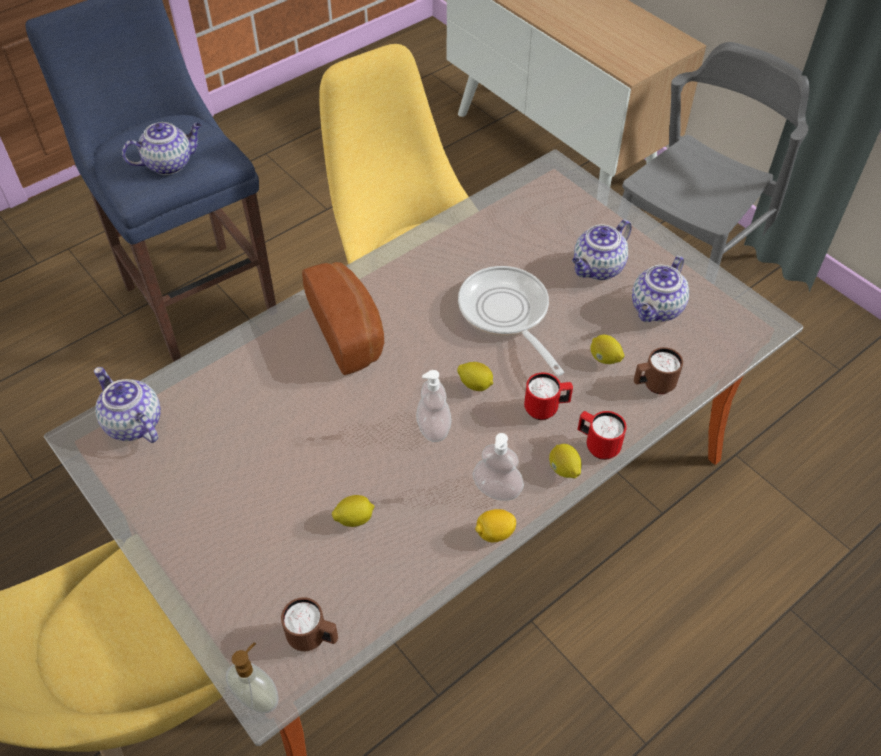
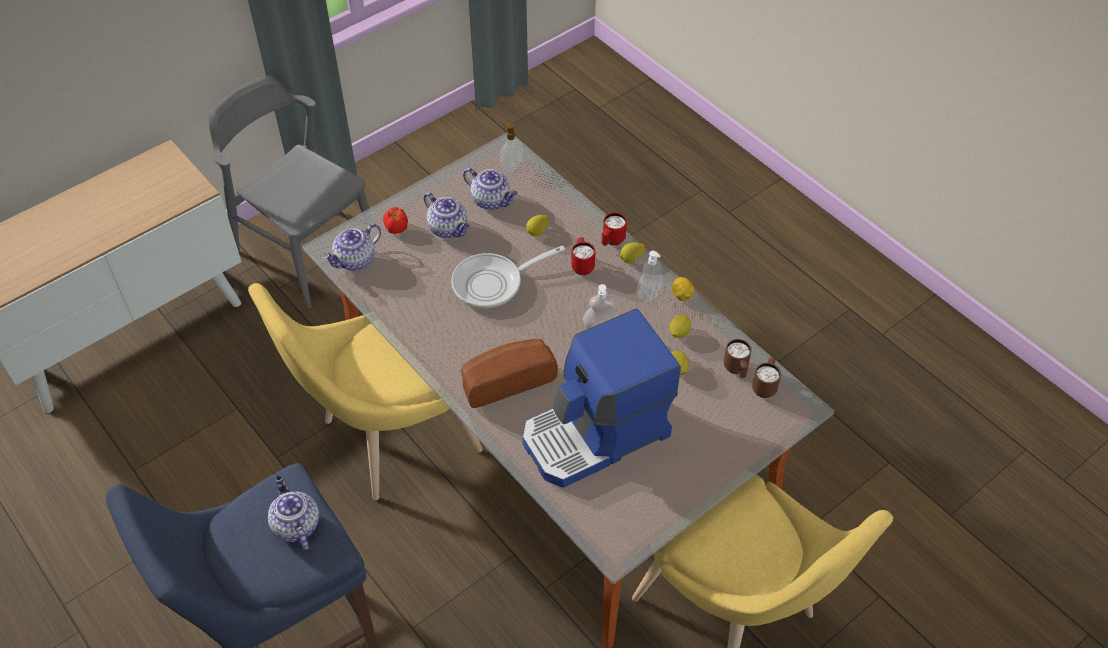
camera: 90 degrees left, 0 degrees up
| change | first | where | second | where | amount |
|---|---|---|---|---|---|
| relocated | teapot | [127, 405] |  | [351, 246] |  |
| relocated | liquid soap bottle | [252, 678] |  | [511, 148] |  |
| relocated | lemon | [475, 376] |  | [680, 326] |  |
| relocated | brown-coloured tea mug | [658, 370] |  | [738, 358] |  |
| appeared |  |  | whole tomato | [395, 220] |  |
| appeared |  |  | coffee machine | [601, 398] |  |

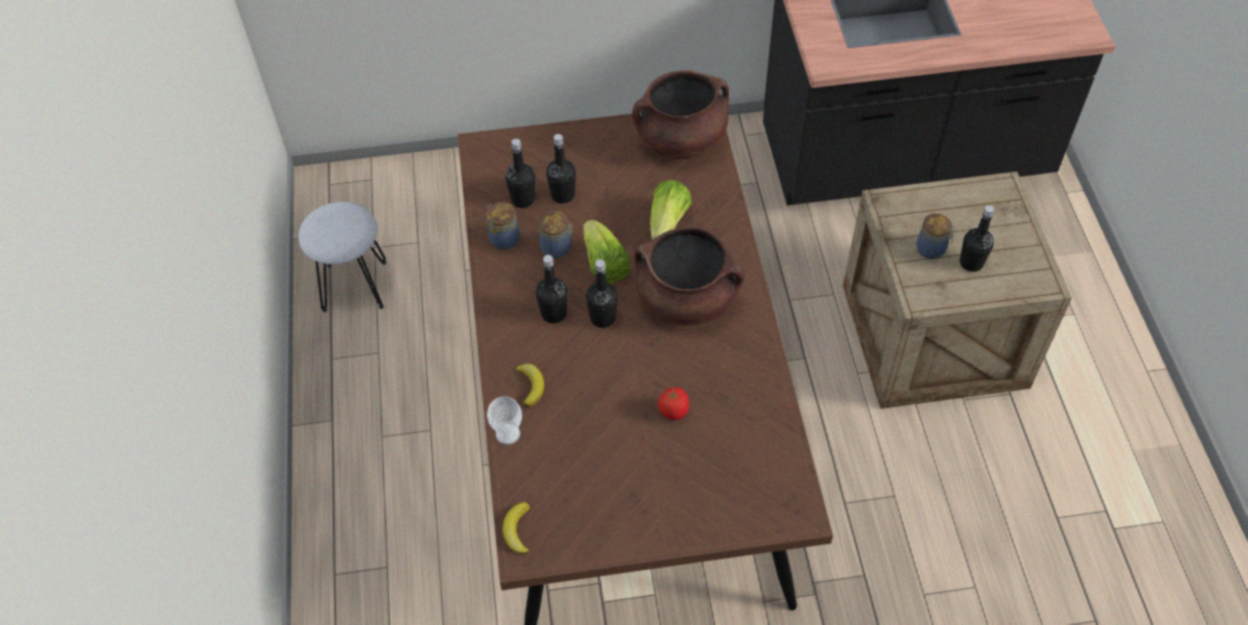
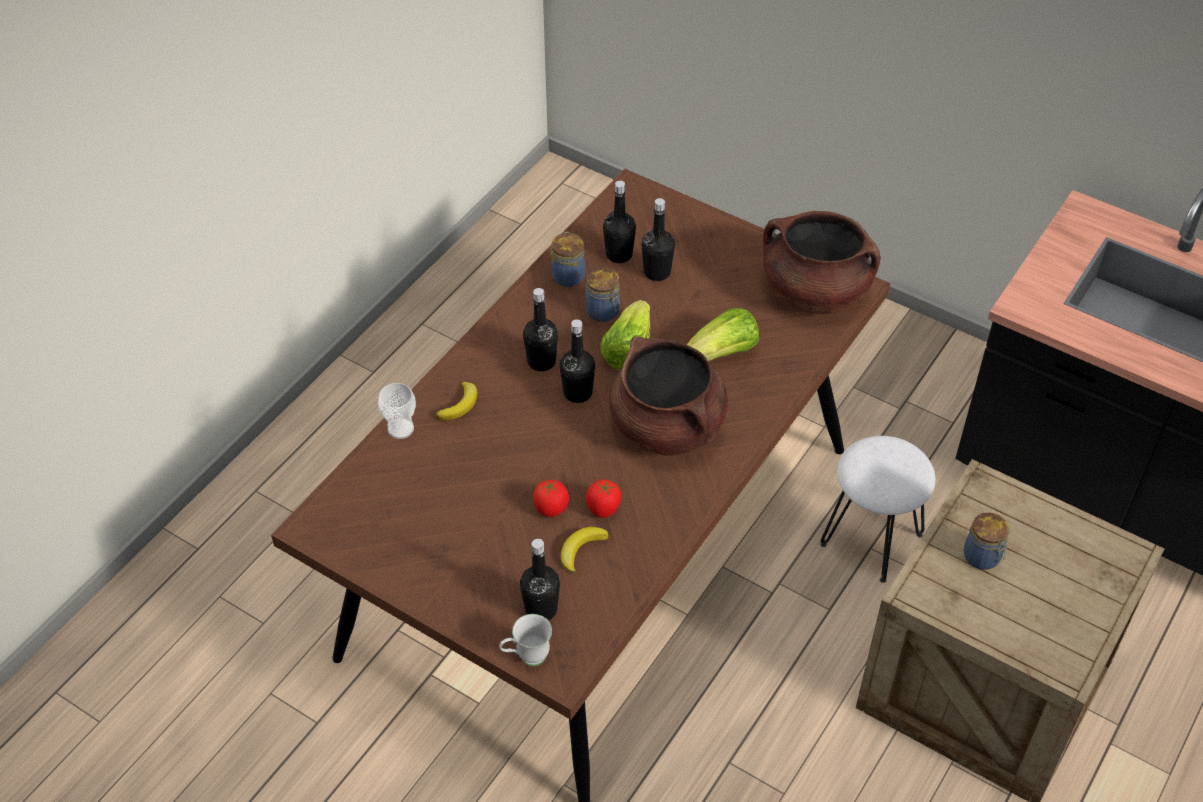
camera: 40 degrees right, 5 degrees down
| change | first | where | second | where | amount |
|---|---|---|---|---|---|
| relocated | white-coloured sitting stool | [342, 257] |  | [877, 509] |  |
| relocated | banana | [516, 528] |  | [585, 550] |  |
| relocated | black-coloured beverage bottle | [977, 238] |  | [540, 579] |  |
| appeared |  |  | white-coloured tea mug | [525, 640] |  |
| appeared |  |  | whole tomato | [603, 498] |  |

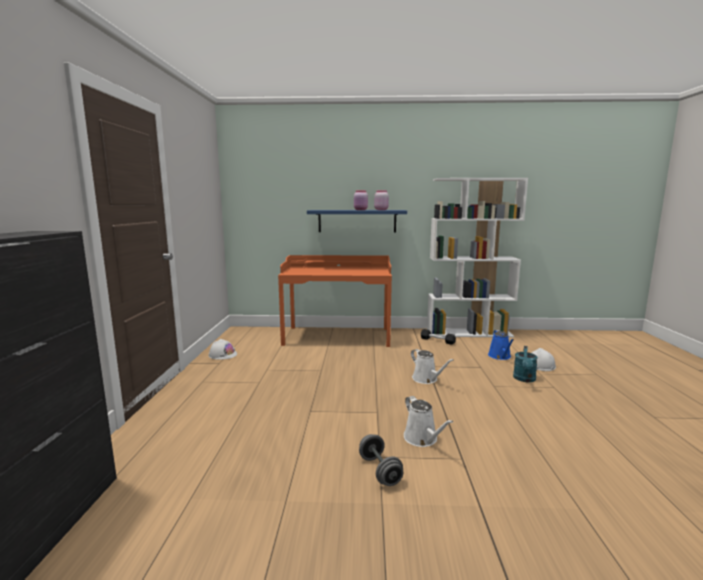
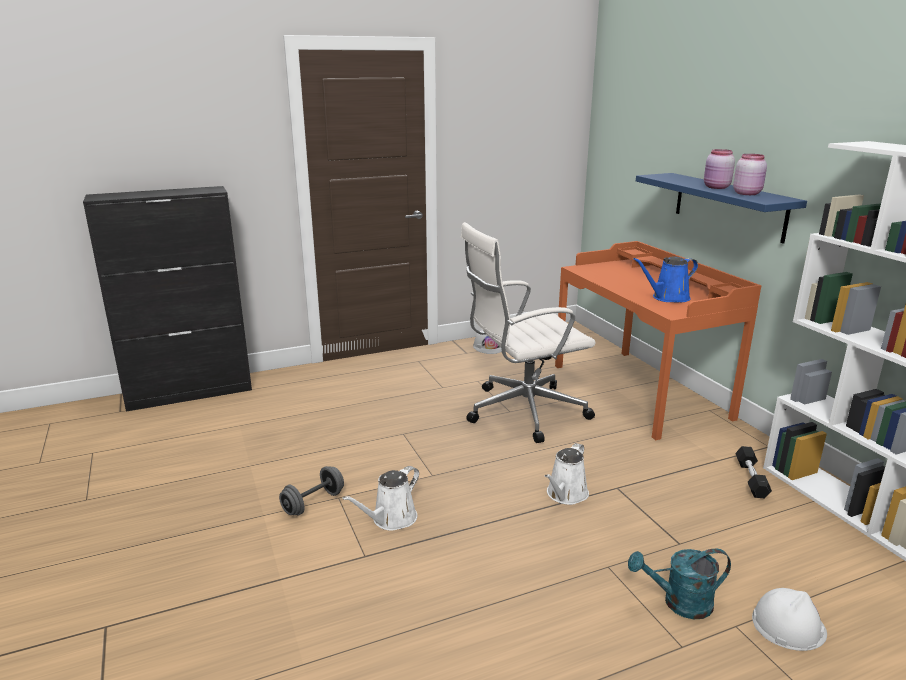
camera: 65 degrees right, 10 degrees up
| change | first | where | second | where | amount |
|---|---|---|---|---|---|
| relocated | blue-coloured watering can | [501, 345] |  | [666, 279] |  |
| appeared |  |  | white-coloured office chair | [528, 332] |  |

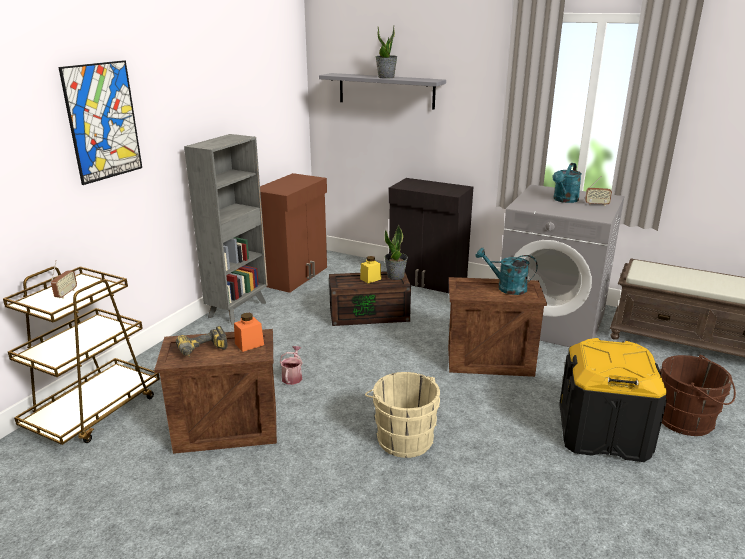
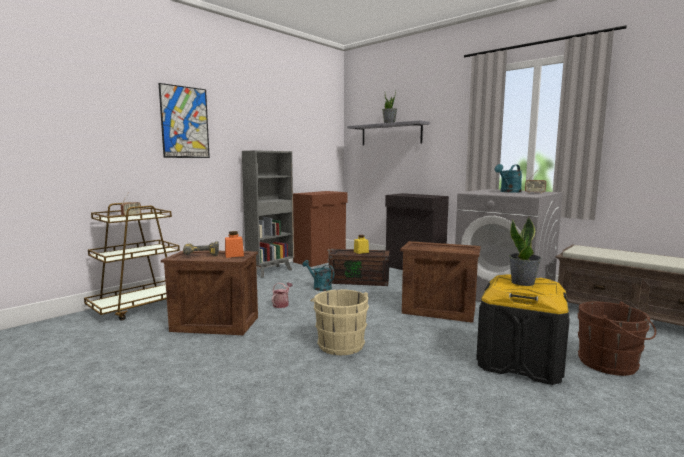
camera: 15 degrees right, 15 degrees down
| change | first | where | second | where | amount |
|---|---|---|---|---|---|
| relocated | plant in a pot | [396, 252] |  | [525, 251] |  |
| relocated | turquoise-coloured watering can | [507, 271] |  | [318, 275] |  |

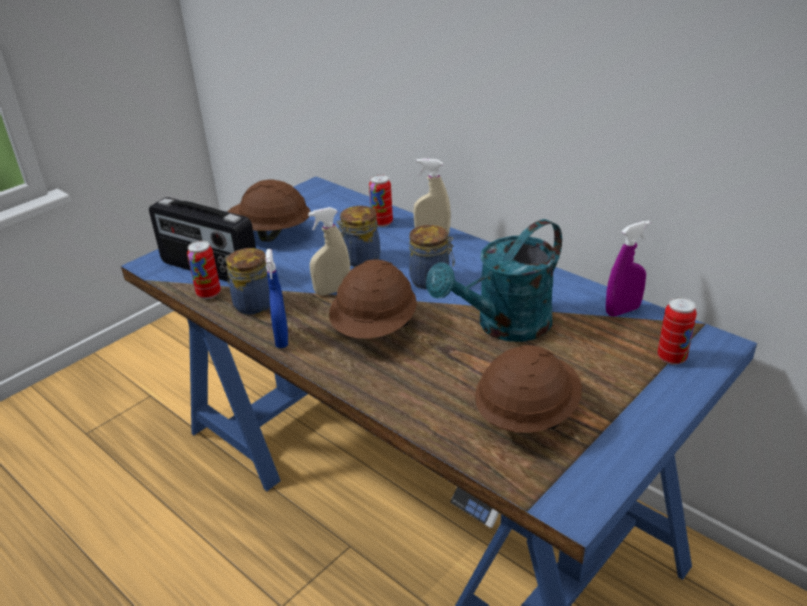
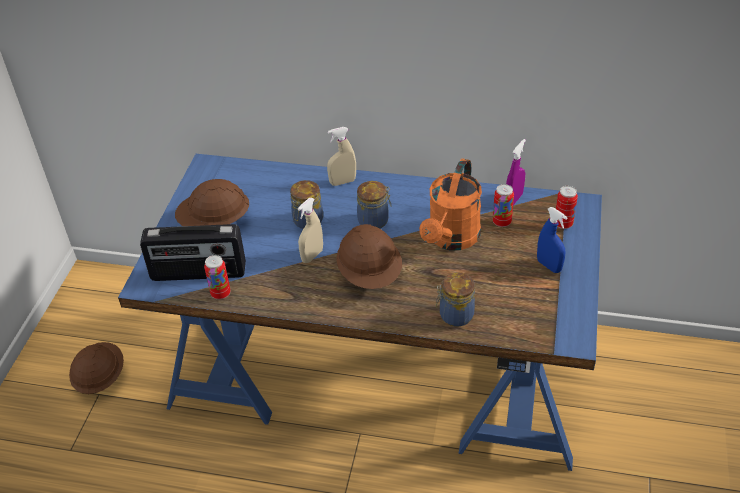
camera: 30 degrees left, 10 degrees up
| change | first | where | second | where | amount |
|---|---|---|---|---|---|
| relocated | jar | [247, 281] |  | [455, 299] |  |
| relocated | blue-coloured spray bottle | [277, 298] |  | [552, 240] |  |
| relocated | metal can | [381, 200] |  | [503, 205] |  |
| colour | turquoise-coloured watering can | [494, 280] | orange watering can | [450, 204] |  |
| relocated | brown-coloured safety helmet | [528, 389] |  | [96, 368] |  |

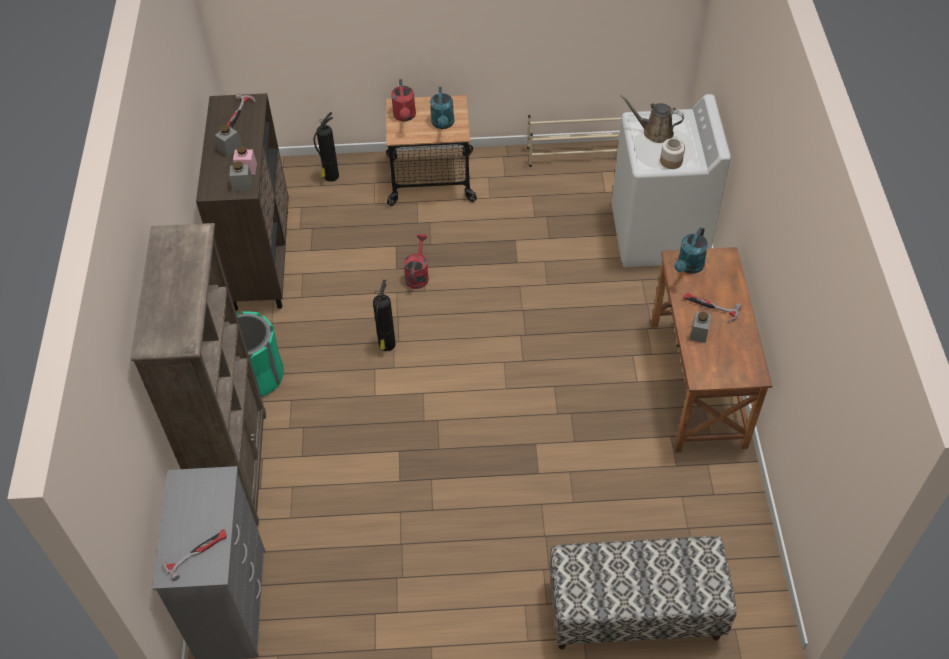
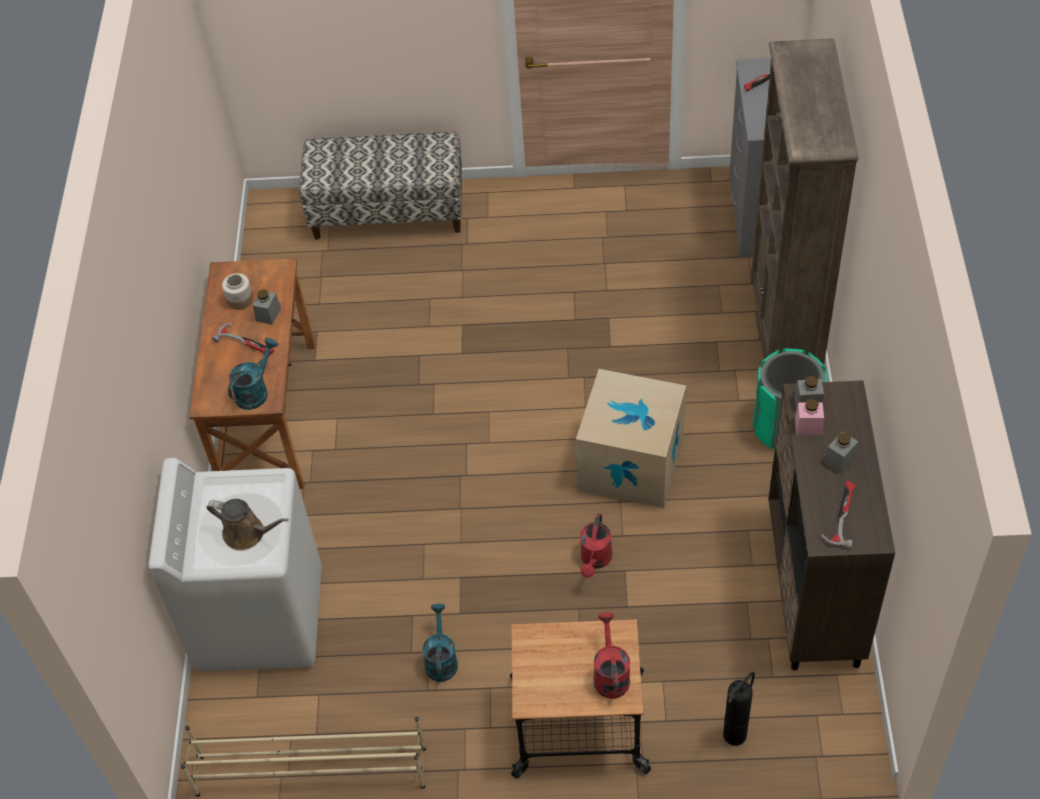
camera: 175 degrees left, 0 degrees up
| change | first | where | second | where | amount |
|---|---|---|---|---|---|
| exchanged | fire-fighting cylinder | [384, 315] | packing box | [631, 438] |  |
| relocated | turquoise-coloured watering can | [442, 108] |  | [440, 643] |  |
| relocated | jar | [672, 153] |  | [237, 291] |  |

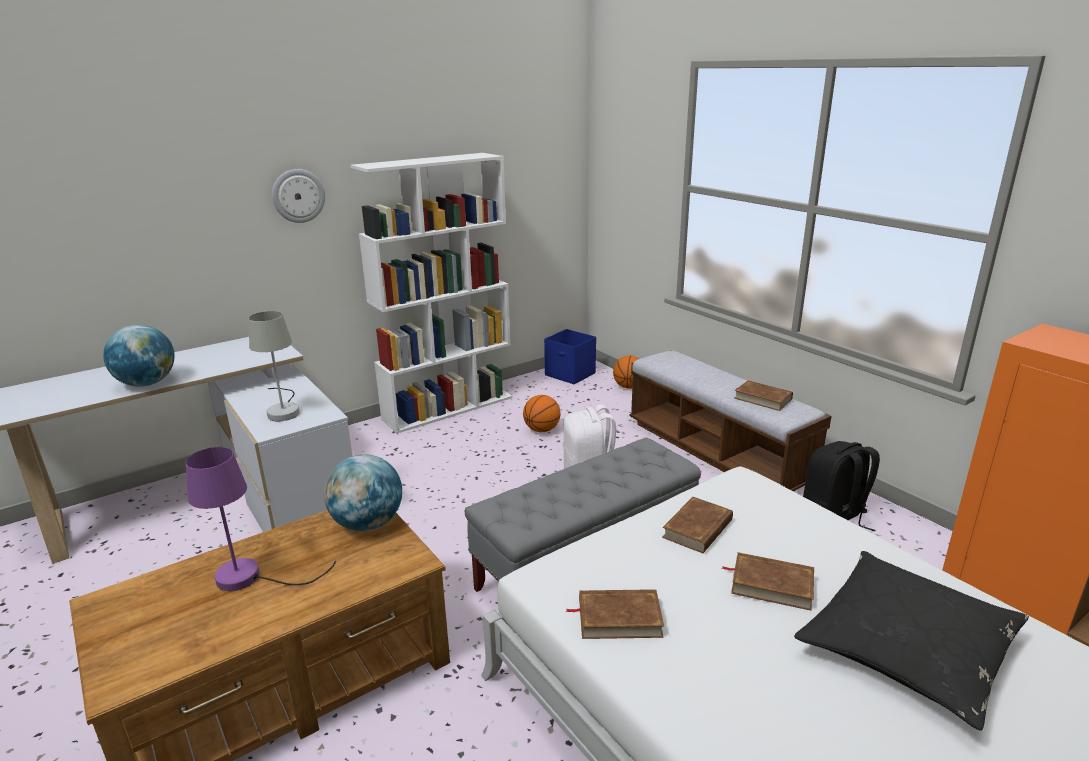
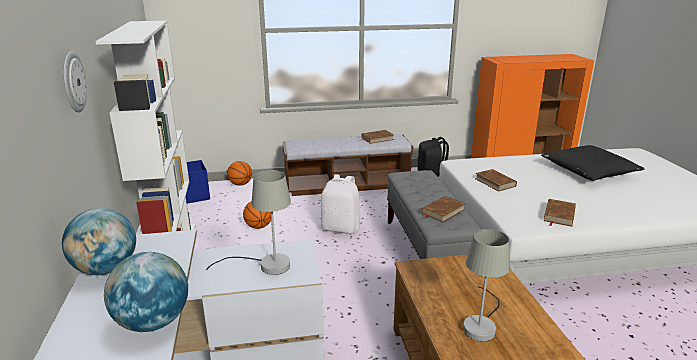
camera: 65 degrees left, 0 degrees up
| change | first | where | second | where | amount |
|---|---|---|---|---|---|
| colour | purple-coloured lamp for a table | [261, 519] | grey lamp for a table | [486, 285] |  |
| relocated | globe | [363, 492] |  | [99, 241] |  |
| relocated | brown-coloured book | [768, 581] |  | [444, 209] |  |

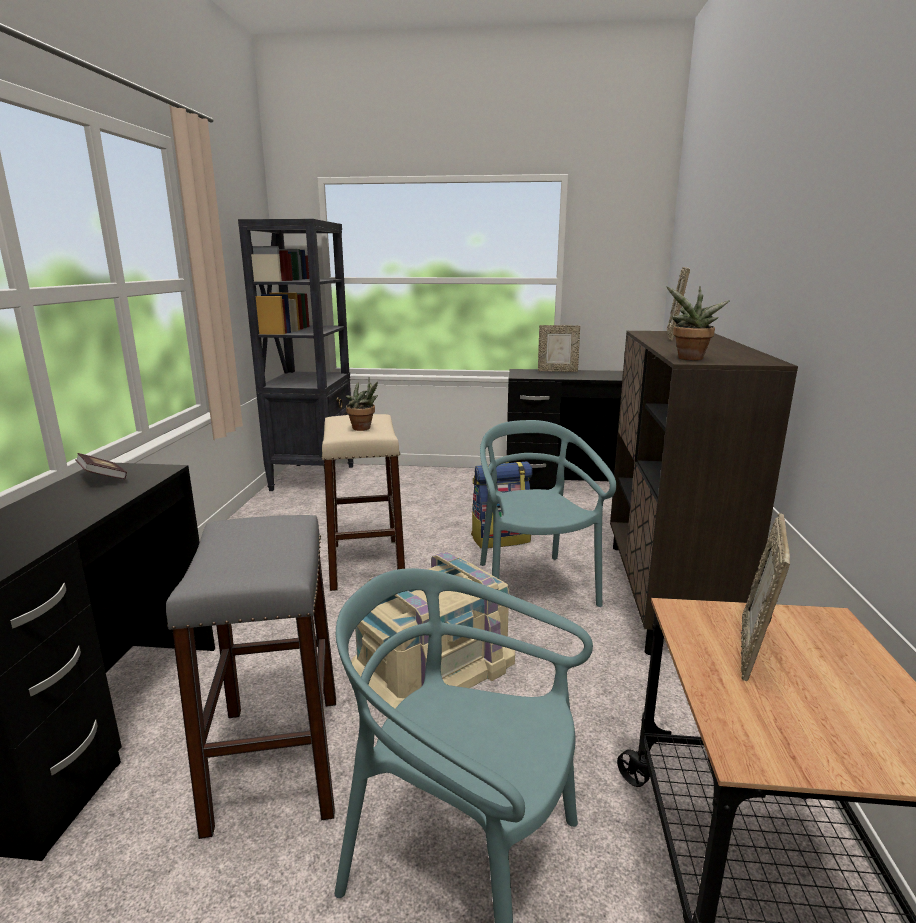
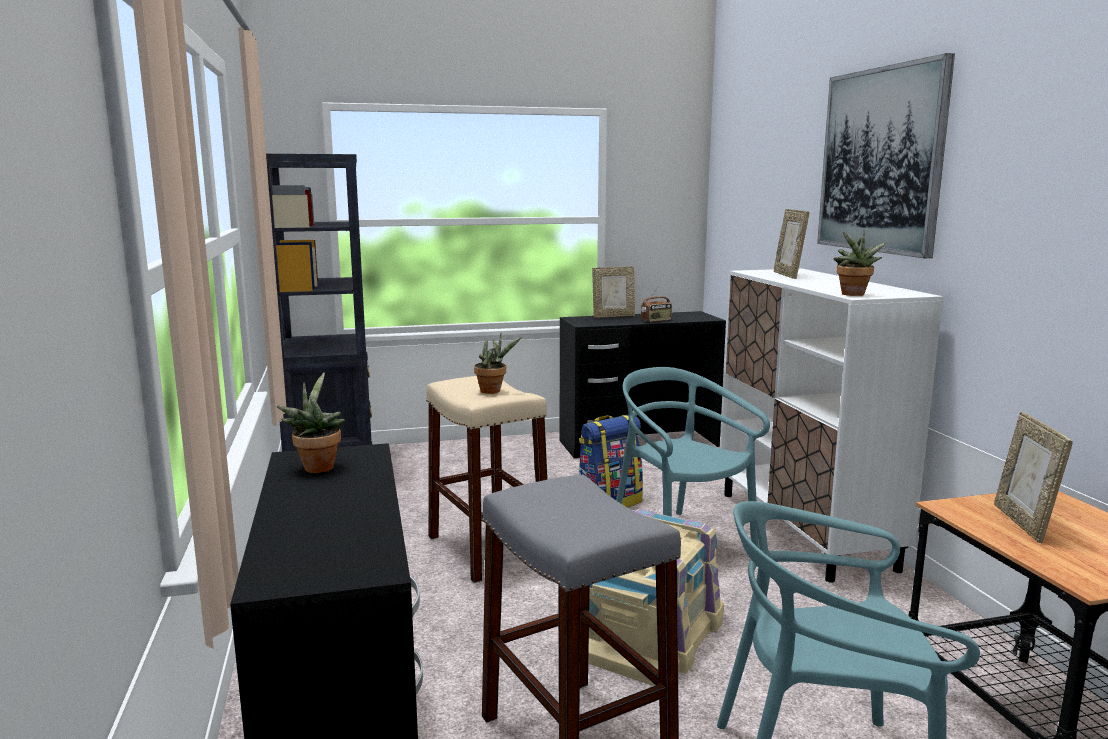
camera: 20 degrees left, 5 degrees down
| change | first | where | second | where | amount |
|---|---|---|---|---|---|
| exchanged | book | [101, 466] | plant in a pot | [311, 423] |  |
| colour | brown-coloured cabinet | [704, 493] | white-coloured cabinet | [831, 426] |  |
| appeared |  |  | radio set | [656, 305] |  |
| appeared |  |  | picture | [886, 155] |  |

